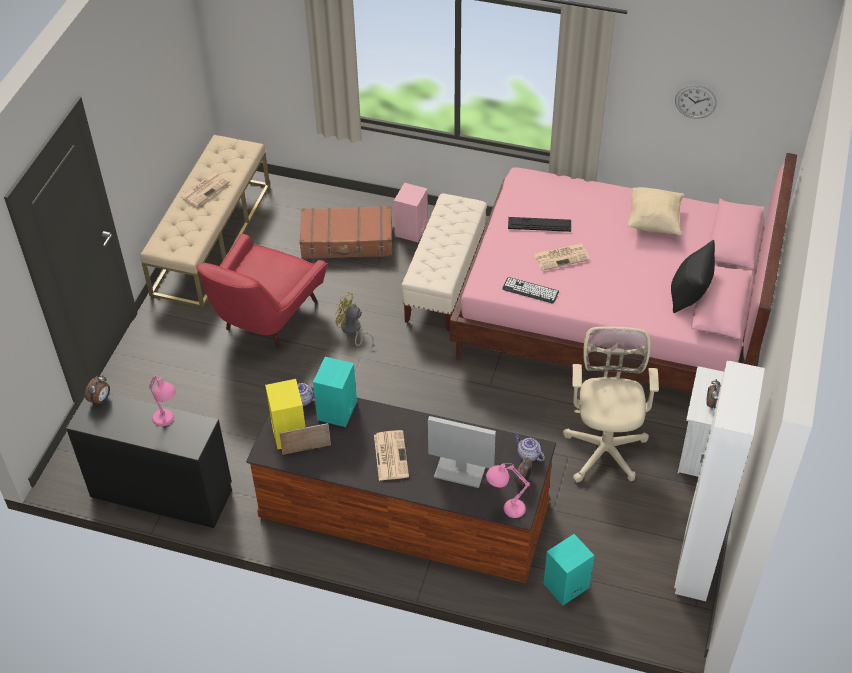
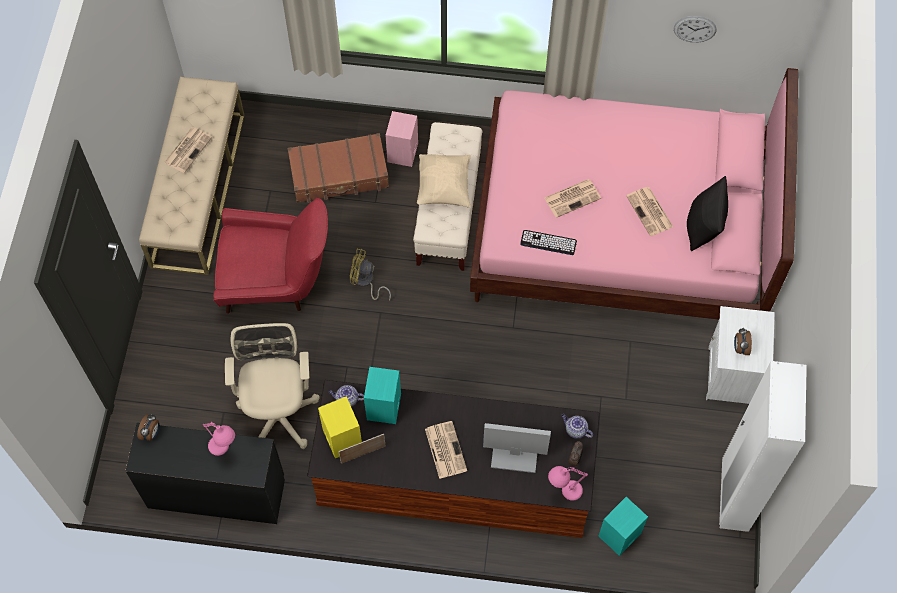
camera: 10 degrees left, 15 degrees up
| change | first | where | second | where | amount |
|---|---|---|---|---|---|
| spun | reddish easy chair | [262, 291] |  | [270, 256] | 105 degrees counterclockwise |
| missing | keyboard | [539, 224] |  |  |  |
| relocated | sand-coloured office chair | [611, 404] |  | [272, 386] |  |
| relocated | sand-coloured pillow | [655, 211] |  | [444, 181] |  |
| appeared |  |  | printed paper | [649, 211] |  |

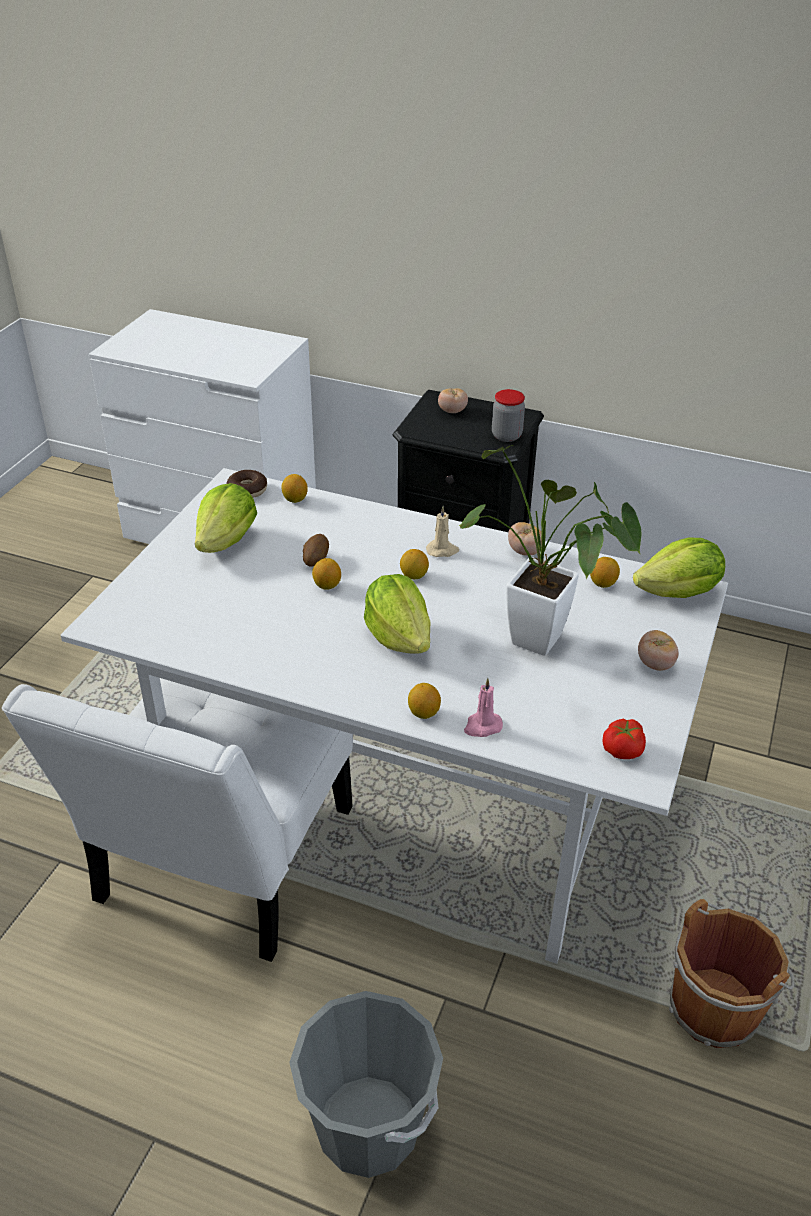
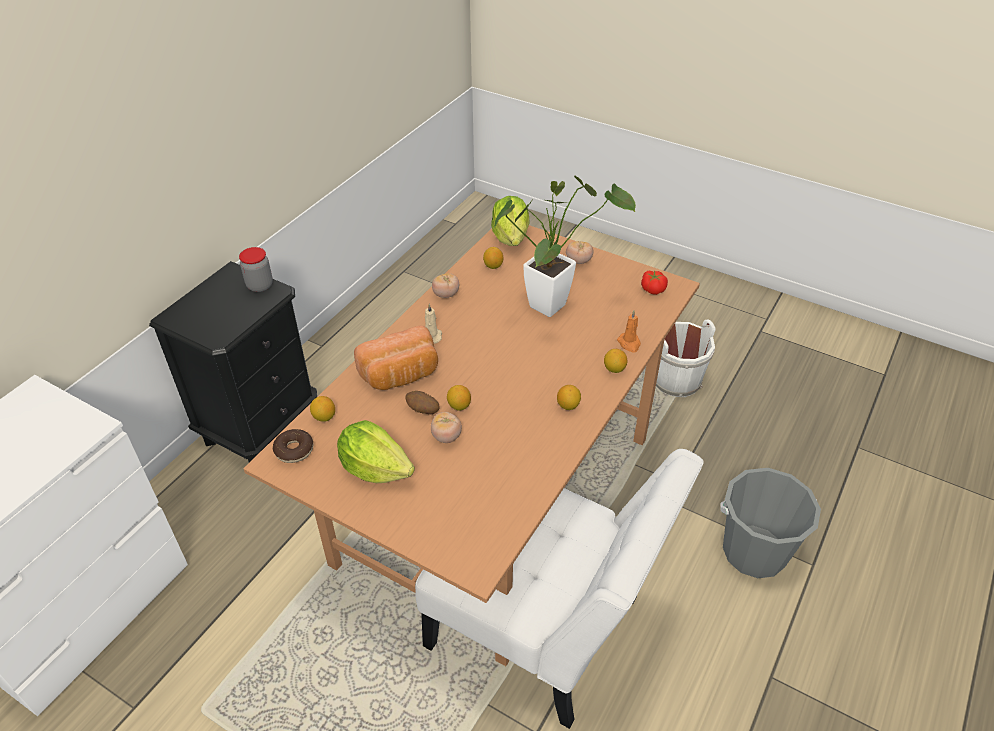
camera: 80 degrees left, 5 degrees up
| change | first | where | second | where | amount |
|---|---|---|---|---|---|
| colour | white-coloured kitchen table | [394, 716] | brown-coloured kitchen table | [471, 445] |  |
| missing | lettuce | [397, 614] |  |  |  |
| relocated | lemon | [414, 564] |  | [569, 397] |  |
| relocated | whole tomato | [453, 400] |  | [446, 427] |  |
| colour | pink-coloured wax candle | [483, 707] | orange wax candle | [629, 331] |  |
| colour | brown-coloured water bucket | [731, 973] | white-coloured water bucket | [685, 358] |  |
| appeared |  |  | bread | [396, 358] |  |

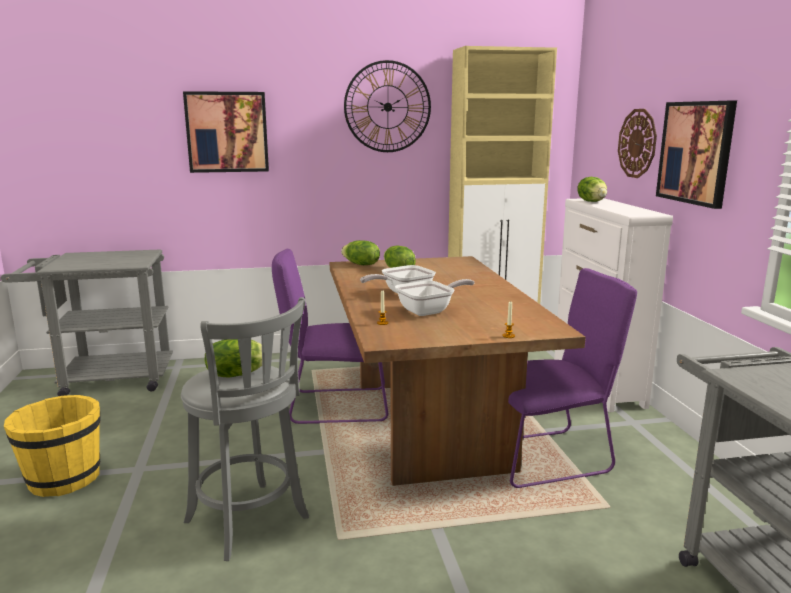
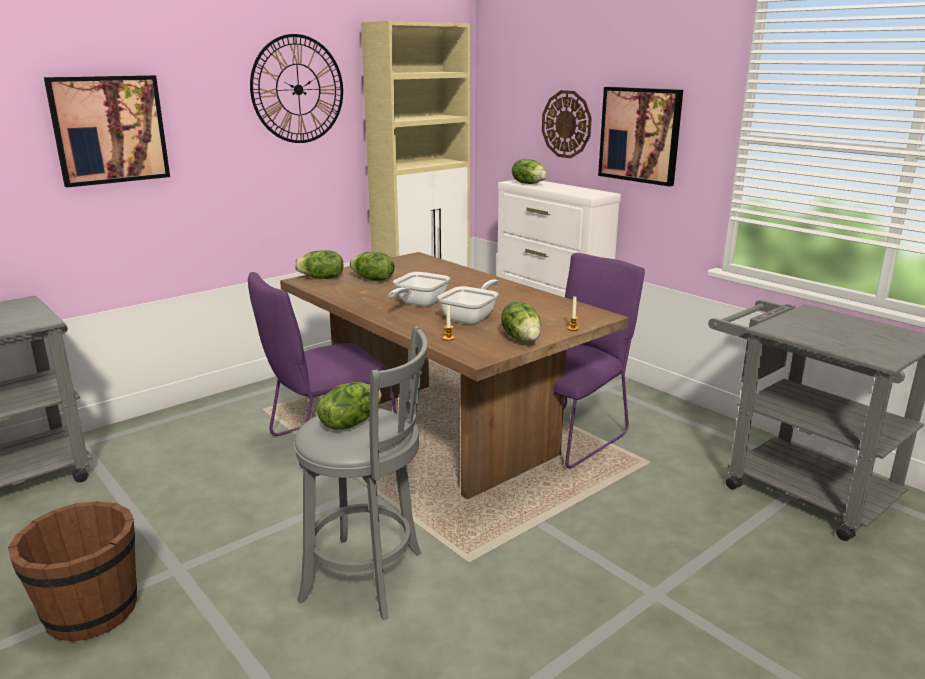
camera: 30 degrees left, 5 degrees up
| change | first | where | second | where | amount |
|---|---|---|---|---|---|
| colour | yellow-coloured water bucket | [52, 446] | brown-coloured water bucket | [72, 571] |  |
| appeared |  |  | lettuce | [521, 321] |  |

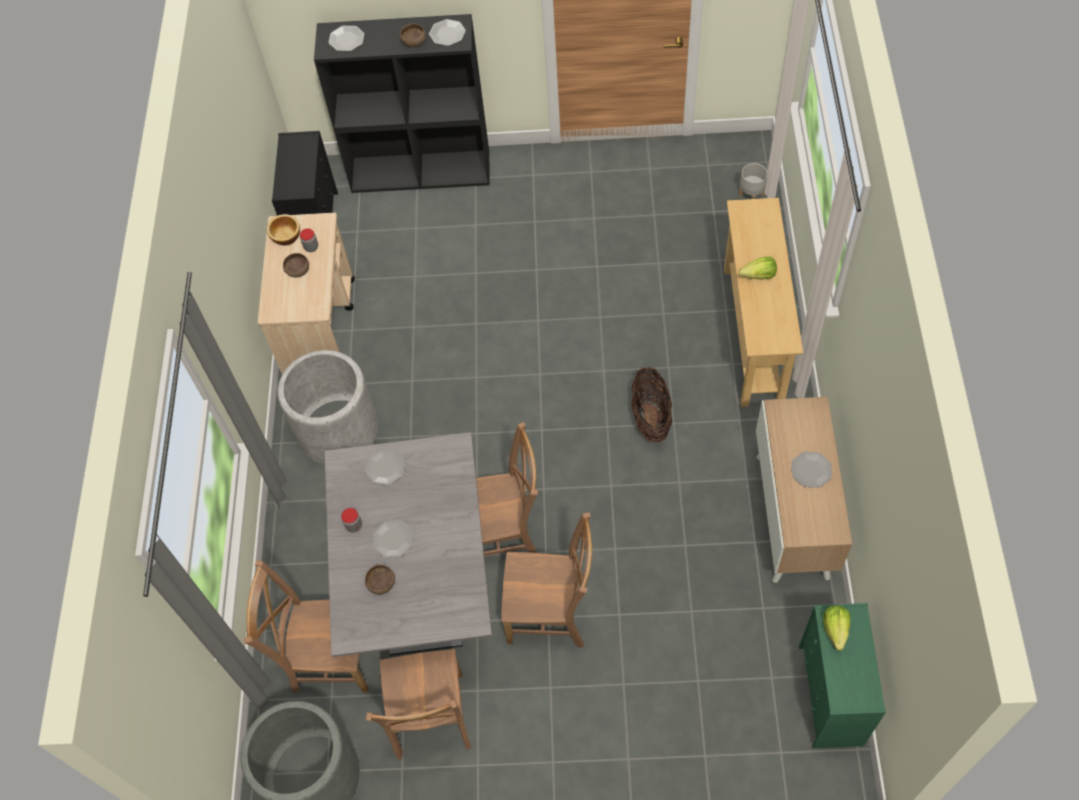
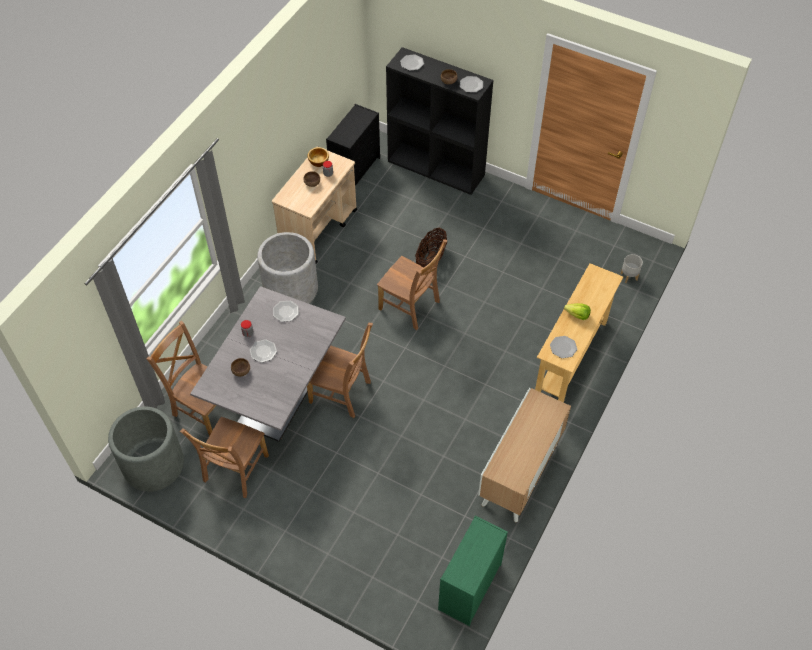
camera: 25 degrees right, 5 degrees down
| change | first | where | second | where | amount |
|---|---|---|---|---|---|
| relocated | brown-coloured chair | [546, 580] |  | [412, 284] |  |
| relocated | storage basket | [651, 404] |  | [431, 247] |  |
| relocated | dinner plate | [812, 470] |  | [563, 347] |  |
| missing | lettuce | [837, 627] |  |  |  |

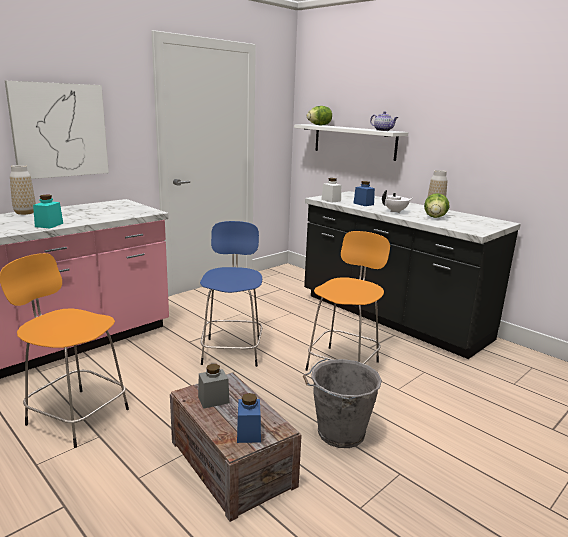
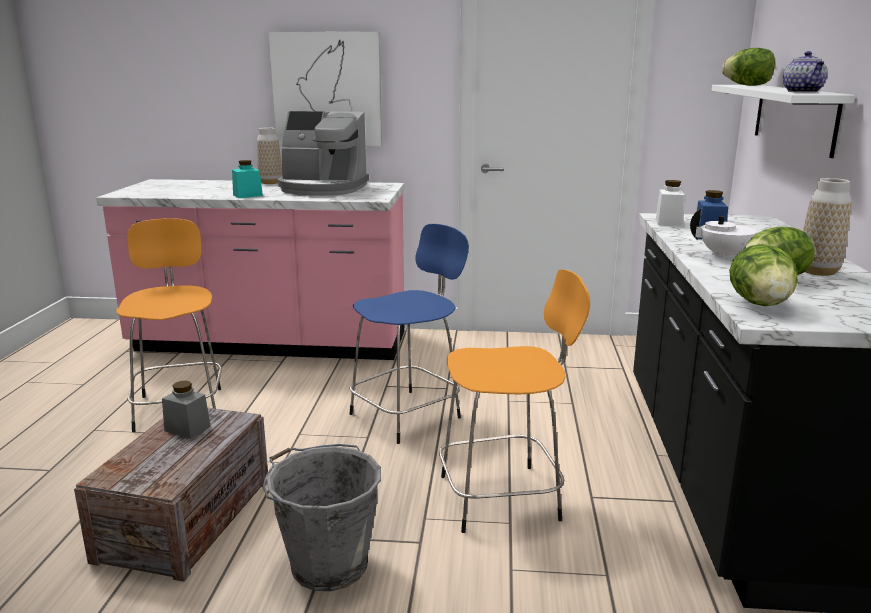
camera: 50 degrees right, 0 degrees up
| change | first | where | second | where | amount |
|---|---|---|---|---|---|
| missing | blue-coloured jar | [249, 418] |  |  |  |
| appeared |  |  | coffee machine | [323, 153] |  |
| appeared |  |  | lettuce | [763, 275] |  |

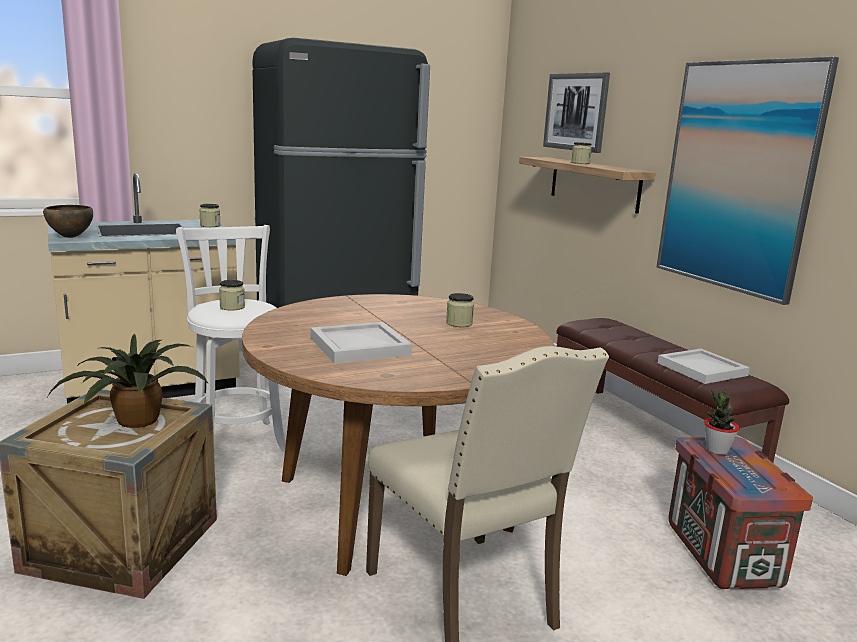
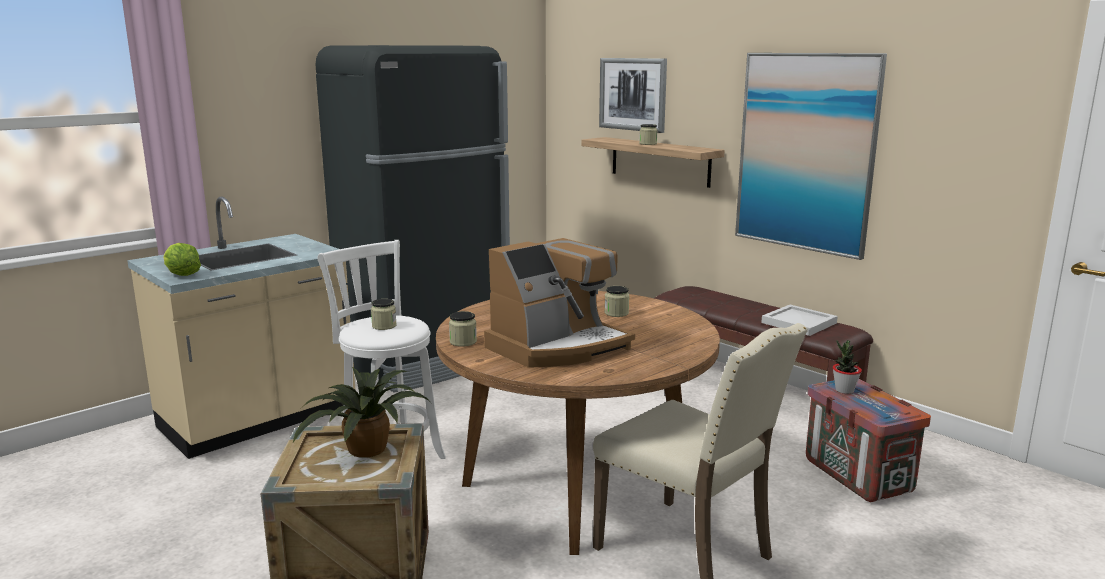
camera: 15 degrees left, 0 degrees up
| change | first | where | second | where | amount |
|---|---|---|---|---|---|
| exchanged | brown-coloured serving bowl | [68, 221] | lettuce | [182, 259] |  |
| relocated | jar | [210, 215] |  | [463, 329] |  |
| exchanged | white-coloured serving tray | [361, 343] | coffee machine | [559, 303] |  |

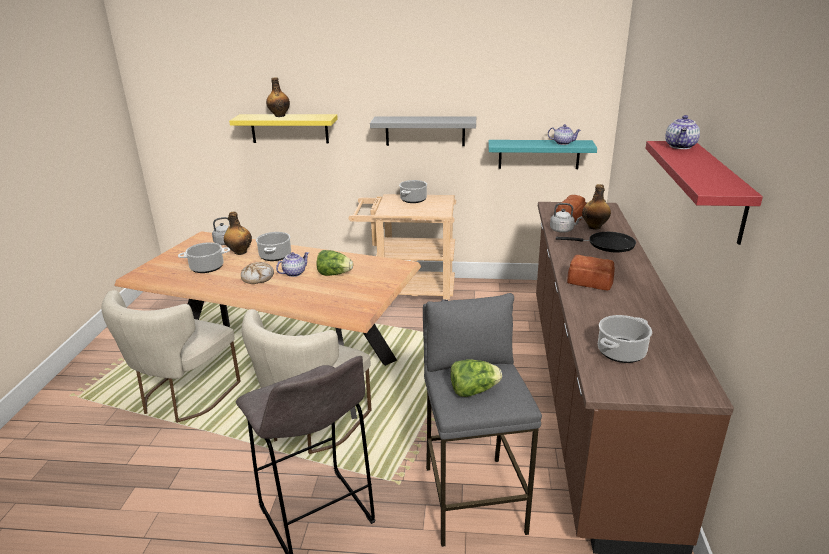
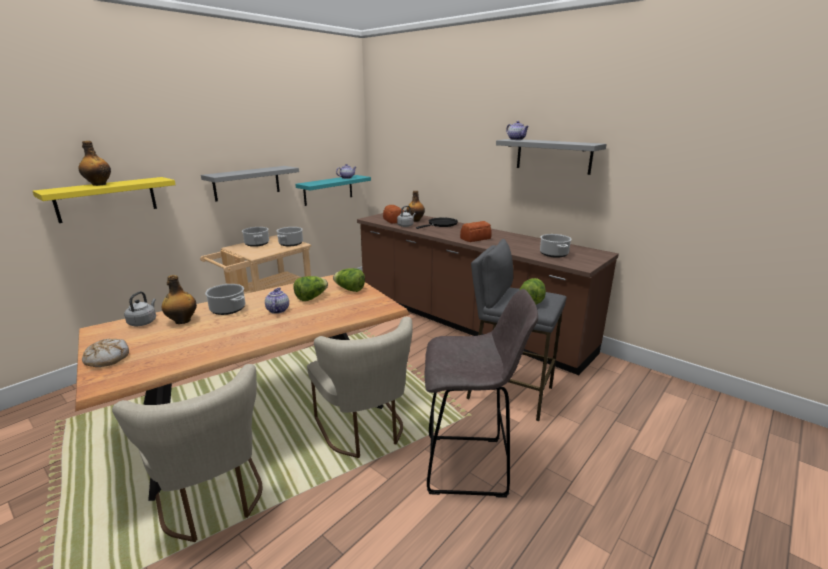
camera: 55 degrees left, 5 degrees down
| change | first | where | second | where | amount |
|---|---|---|---|---|---|
| relocated | saucepot | [204, 257] |  | [290, 237] |  |
| relocated | bread | [257, 273] |  | [105, 353] |  |
| colour | reddish shelf | [704, 193] | grey shelf | [551, 157] |  |
| appeared |  |  | lettuce | [349, 280] |  |

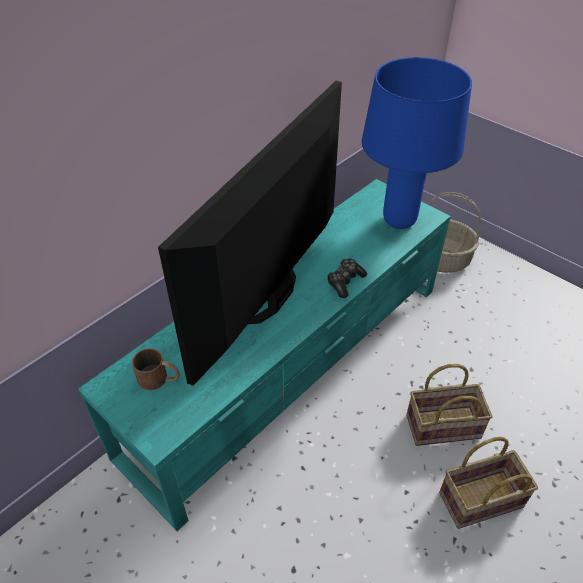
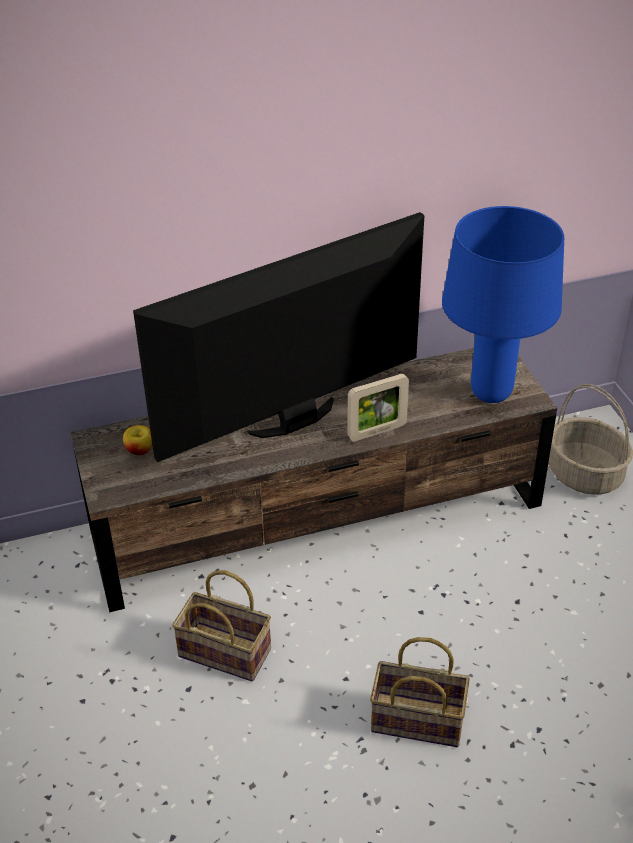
camera: 30 degrees right, 5 degrees down
| change | first | where | second | where | amount |
|---|---|---|---|---|---|
| colour | turquoise-coloured tv unit | [264, 355] | brown-coloured tv unit | [313, 480] |  |
| exchanged | brown-coloured tea mug | [156, 369] | whole apple | [137, 440] |  |
| exchanged | joypad | [347, 278] | picture frame | [378, 407] |  |
| relocated | storage basket | [449, 405] |  | [221, 625] |  |

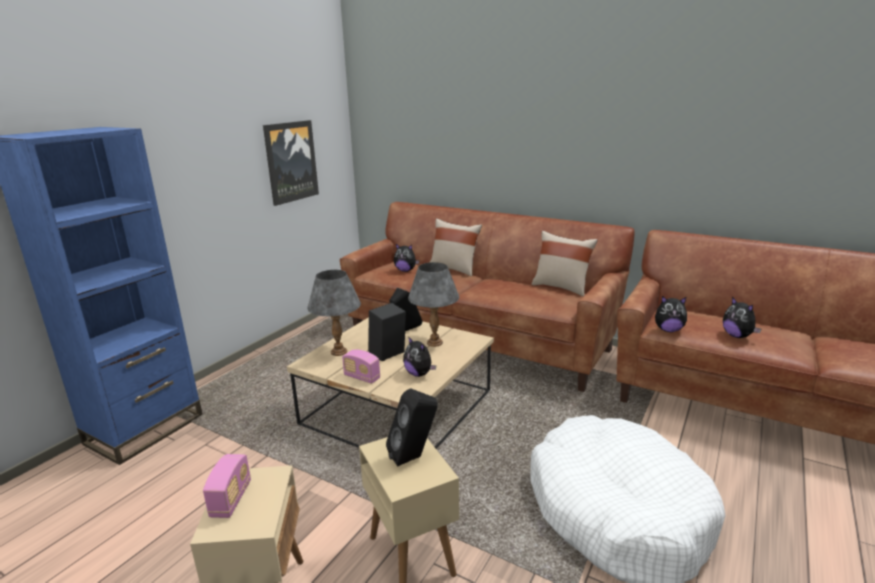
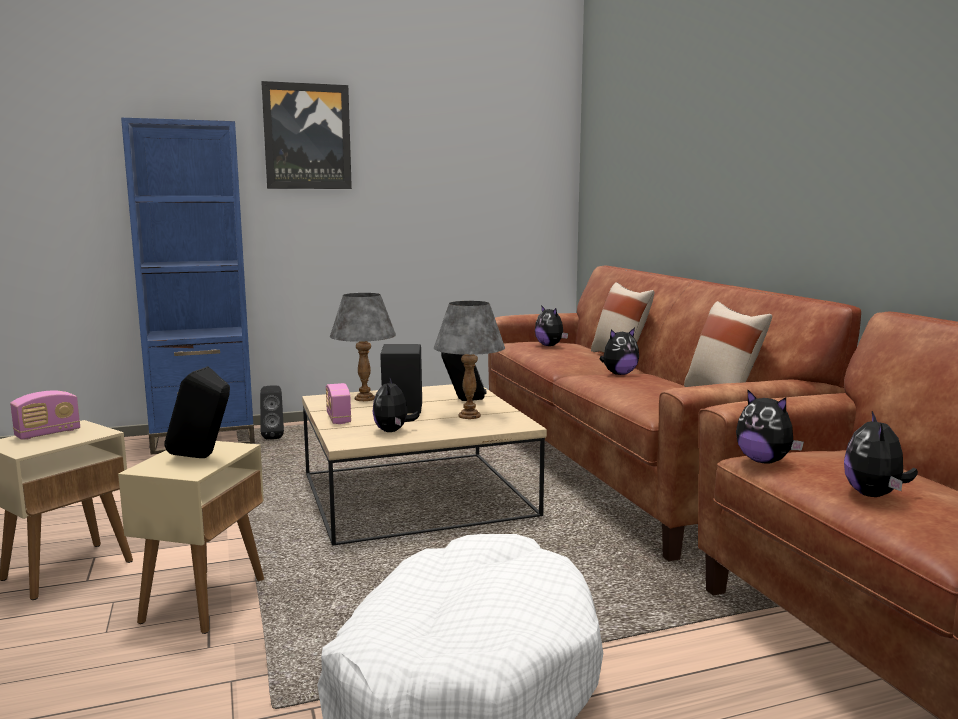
camera: 40 degrees right, 10 degrees down
| change | first | where | second | where | amount |
|---|---|---|---|---|---|
| relocated | picture | [291, 163] |  | [306, 135] |  |
| appeared |  |  | black-coloured speaker | [272, 412] |  |
| appeared |  |  | soft toy | [619, 351] |  |

